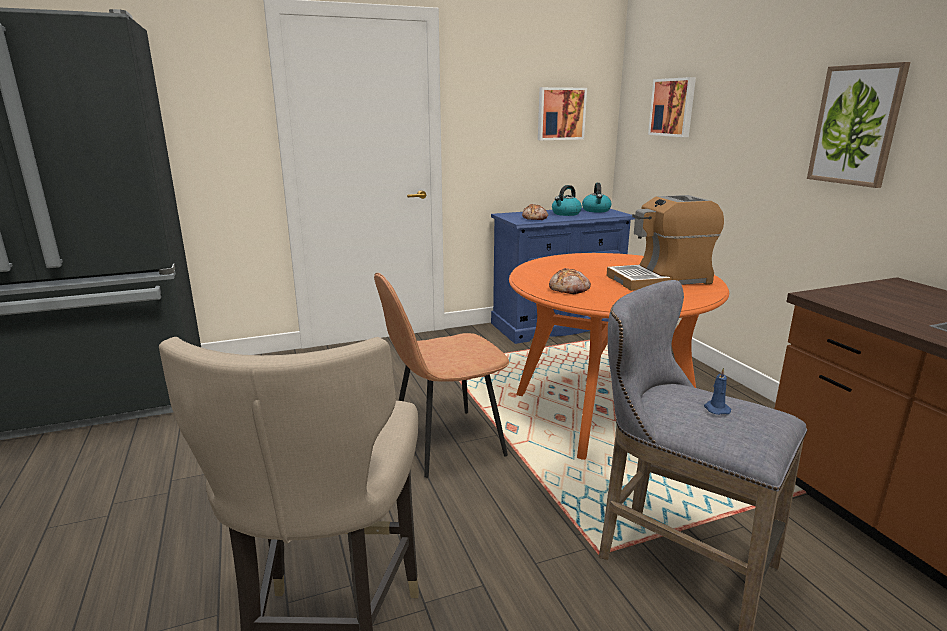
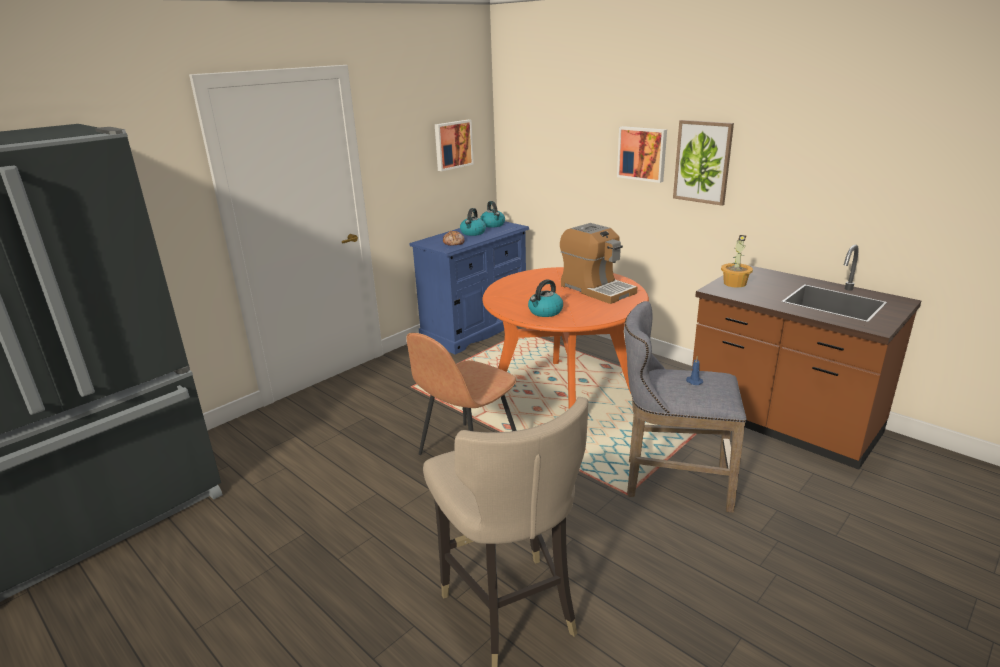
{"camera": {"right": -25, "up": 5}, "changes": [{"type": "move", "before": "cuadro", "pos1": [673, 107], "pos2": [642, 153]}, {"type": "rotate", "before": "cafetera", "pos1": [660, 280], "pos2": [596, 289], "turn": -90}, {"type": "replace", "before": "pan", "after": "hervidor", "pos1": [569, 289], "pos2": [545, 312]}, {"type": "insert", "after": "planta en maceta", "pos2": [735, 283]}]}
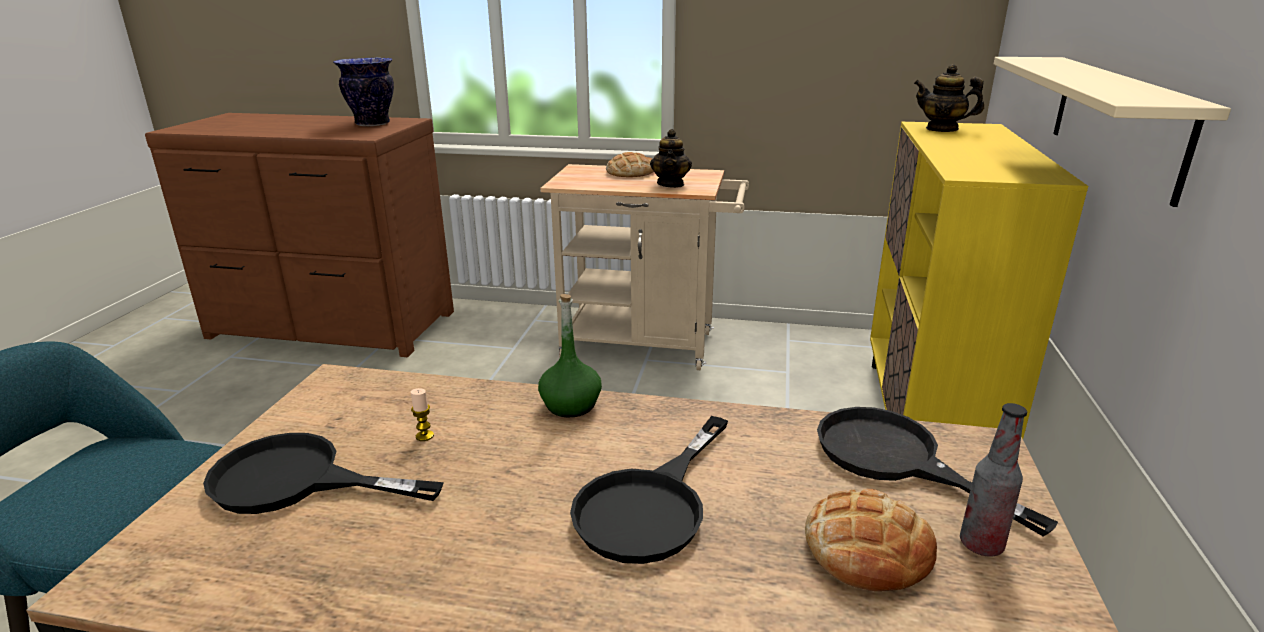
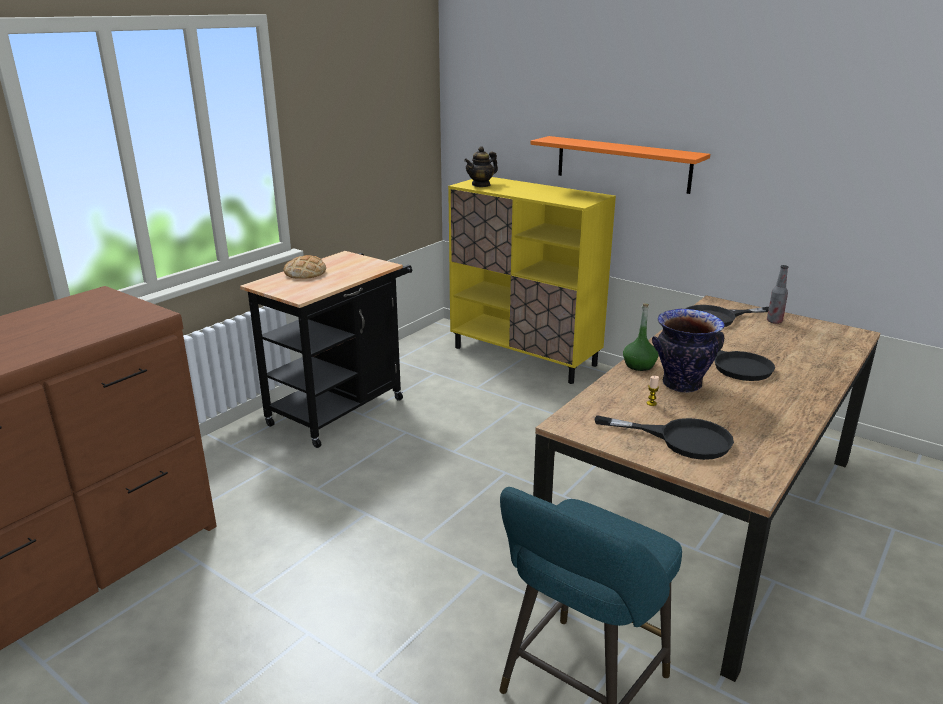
{"camera": {"right": -65, "up": 0}, "changes": [{"type": "move", "before": "florero", "pos1": [372, 124], "pos2": [682, 385]}, {"type": "recolor", "before": "estante [beis]", "after": "estante [naranja]", "pos1": [1116, 121], "pos2": [622, 164]}, {"type": "delete", "before": "tetera", "pos1": [671, 184]}, {"type": "recolor", "before": "carrito [beis]", "after": "carrito [negro]", "pos1": [648, 345], "pos2": [342, 408]}, {"type": "rotate", "before": "sartén [negro]", "pos1": [297, 481], "pos2": [681, 439], "turn": -105}, {"type": "delete", "before": "pan", "pos1": [867, 549]}]}
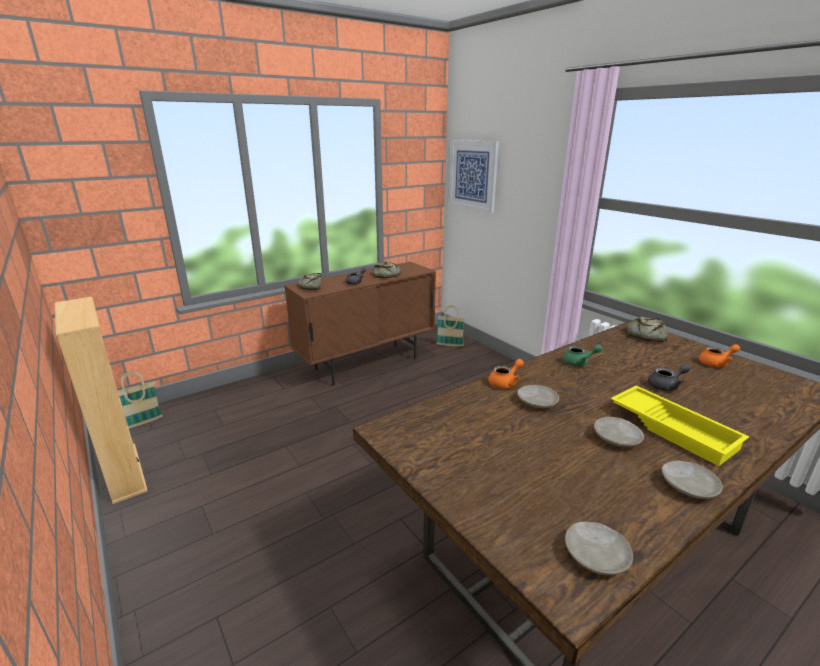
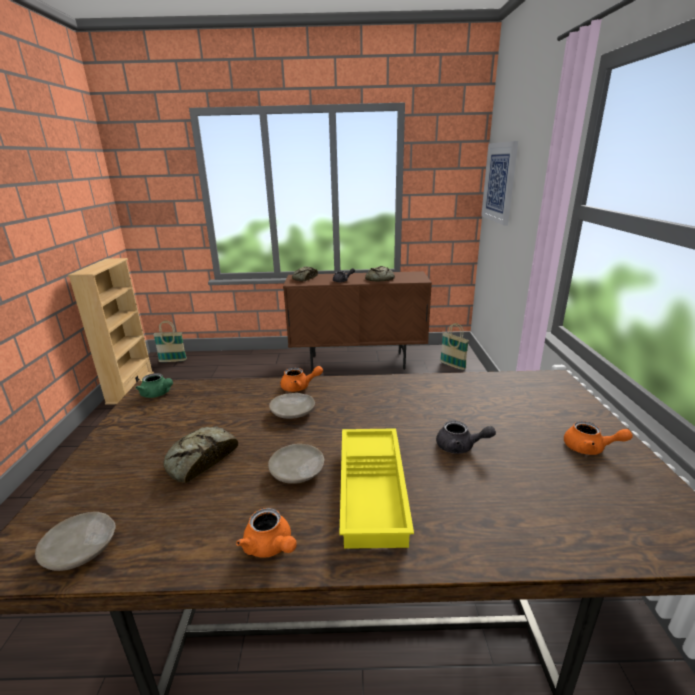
{"camera": {"right": 35, "up": 0}, "changes": [{"type": "move", "before": "pan", "pos1": [645, 335], "pos2": [200, 459]}, {"type": "move", "before": "tetera [verde]", "pos1": [579, 362], "pos2": [158, 394]}, {"type": "replace", "before": "plato [beis]", "after": "tetera [naranja]", "pos1": [689, 486], "pos2": [270, 547]}]}
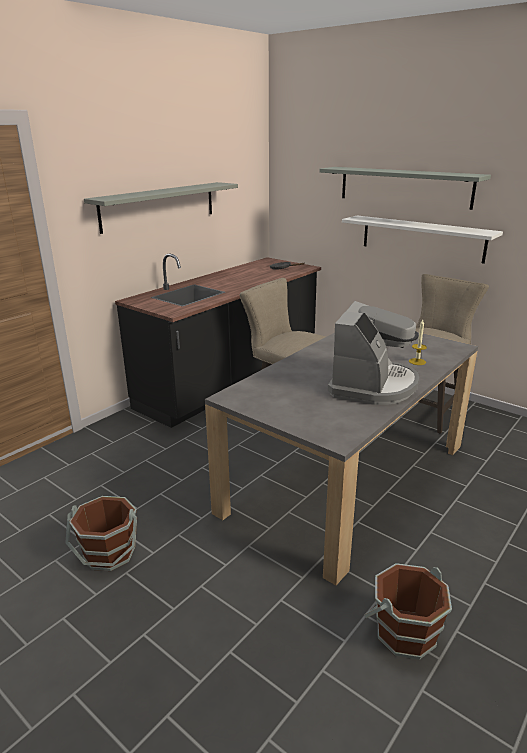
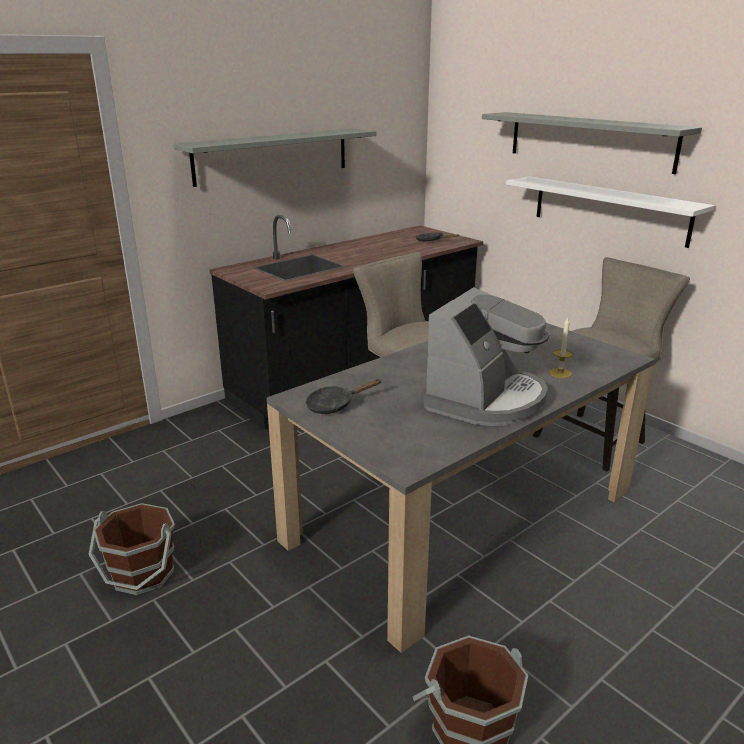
{"camera": {"right": 10, "up": 0}, "changes": [{"type": "insert", "after": "sartén [negro]", "pos2": [334, 405]}]}
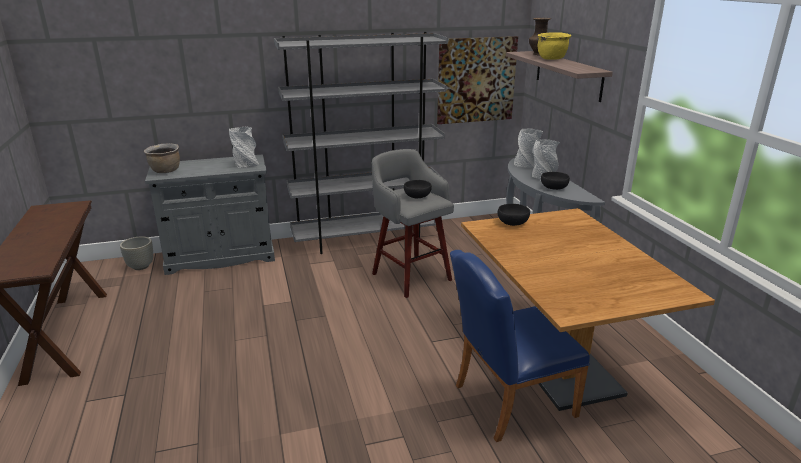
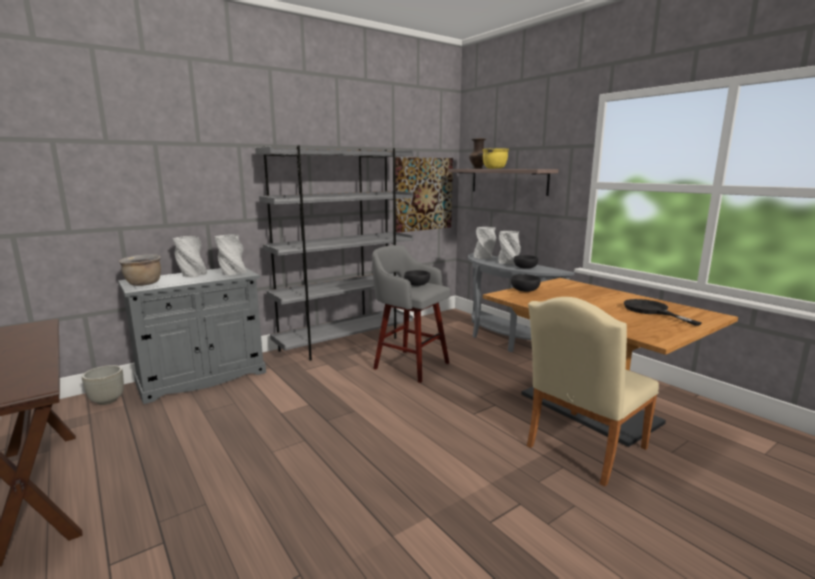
{"camera": {"right": -20, "up": -10}, "changes": [{"type": "recolor", "before": "silla [azul]", "after": "silla [beis]", "pos1": [507, 402], "pos2": [582, 450]}, {"type": "insert", "after": "florero [gris]", "pos2": [192, 275]}, {"type": "insert", "after": "sartén [negro]", "pos2": [651, 311]}]}
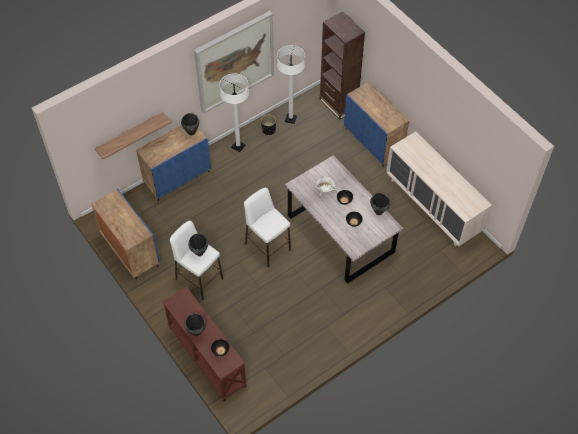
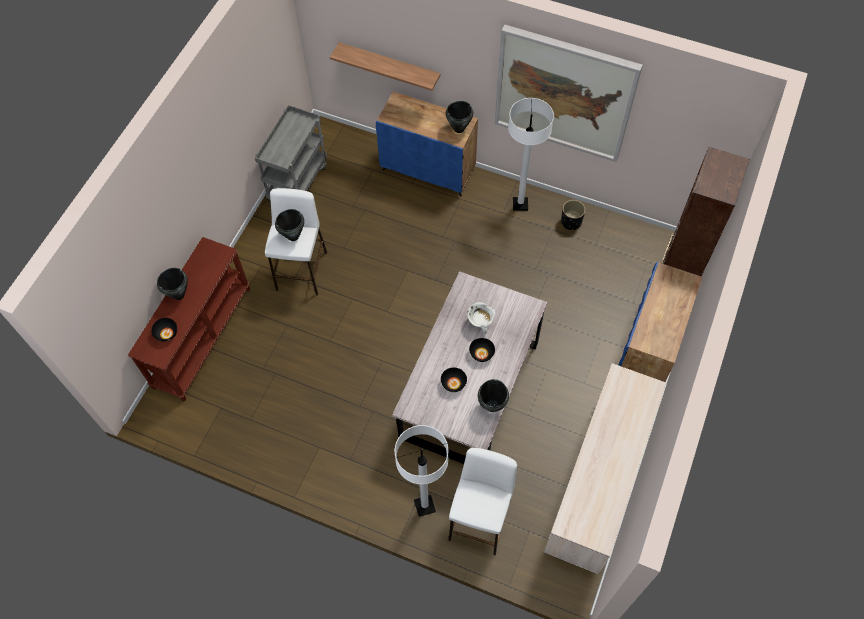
{"camera": {"right": 60, "up": 5}, "changes": [{"type": "move", "before": "lámpara de pie [blanco]", "pos1": [290, 119], "pos2": [424, 506]}, {"type": "move", "before": "taburete [blanco]", "pos1": [267, 247], "pos2": [480, 519]}, {"type": "replace", "before": "armario [azul]", "after": "carrito [gris]", "pos1": [130, 250], "pos2": [297, 182]}]}
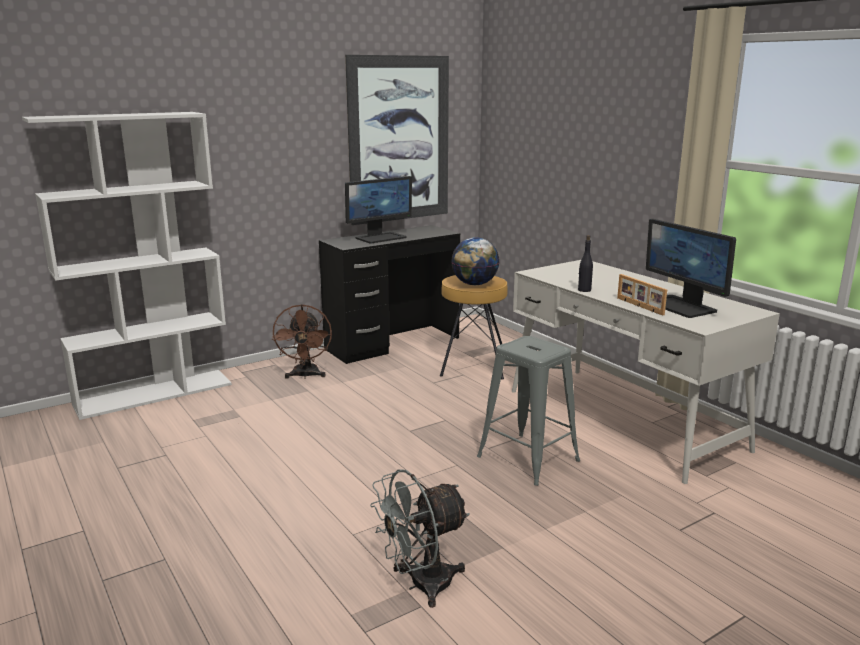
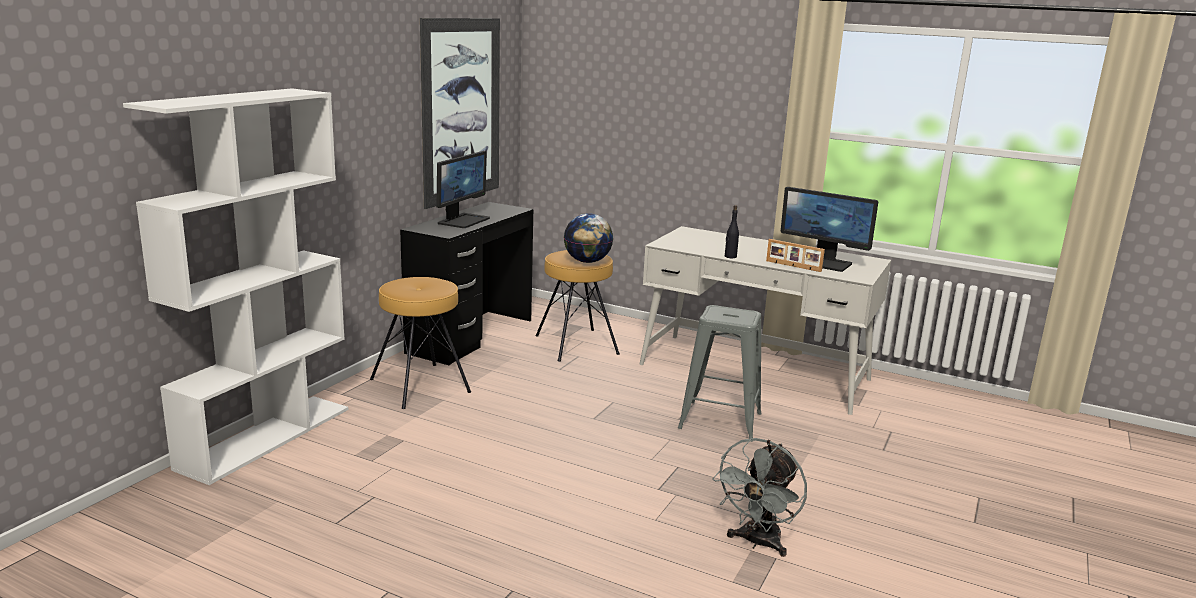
{"camera": {"right": -30, "up": 0}, "changes": [{"type": "replace", "before": "ventilador [marrón]", "after": "taburete [marrón]", "pos1": [305, 376], "pos2": [420, 385]}]}
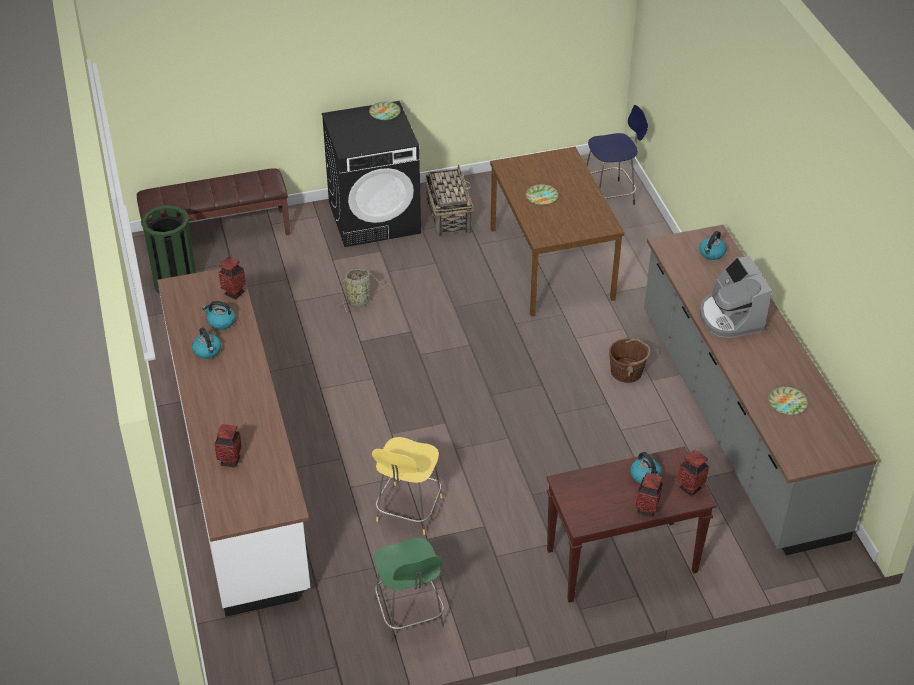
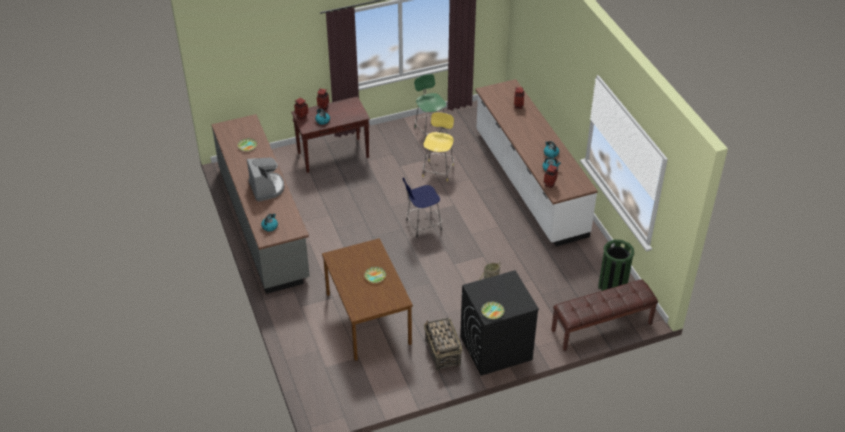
{"camera": {"right": 175, "up": 0}, "changes": [{"type": "move", "before": "taburete [azul]", "pos1": [609, 195], "pos2": [422, 225]}, {"type": "delete", "before": "cubo [marrón]", "pos1": [627, 371]}]}
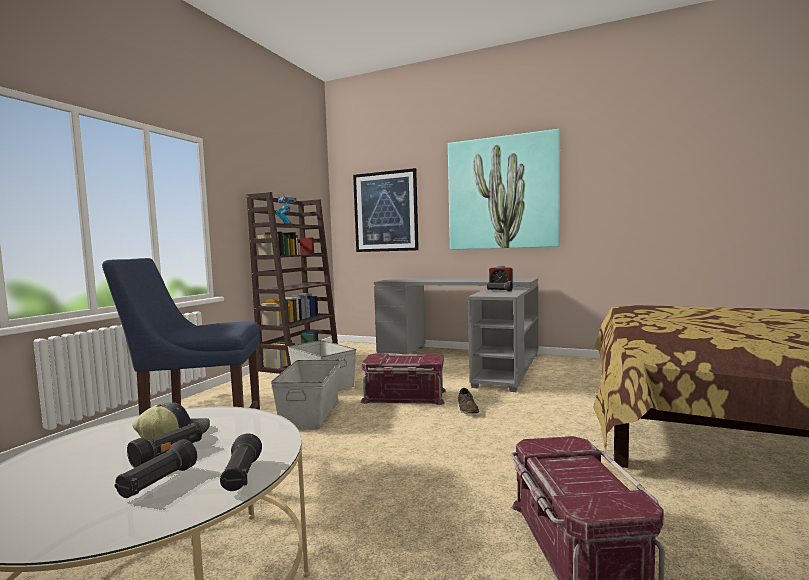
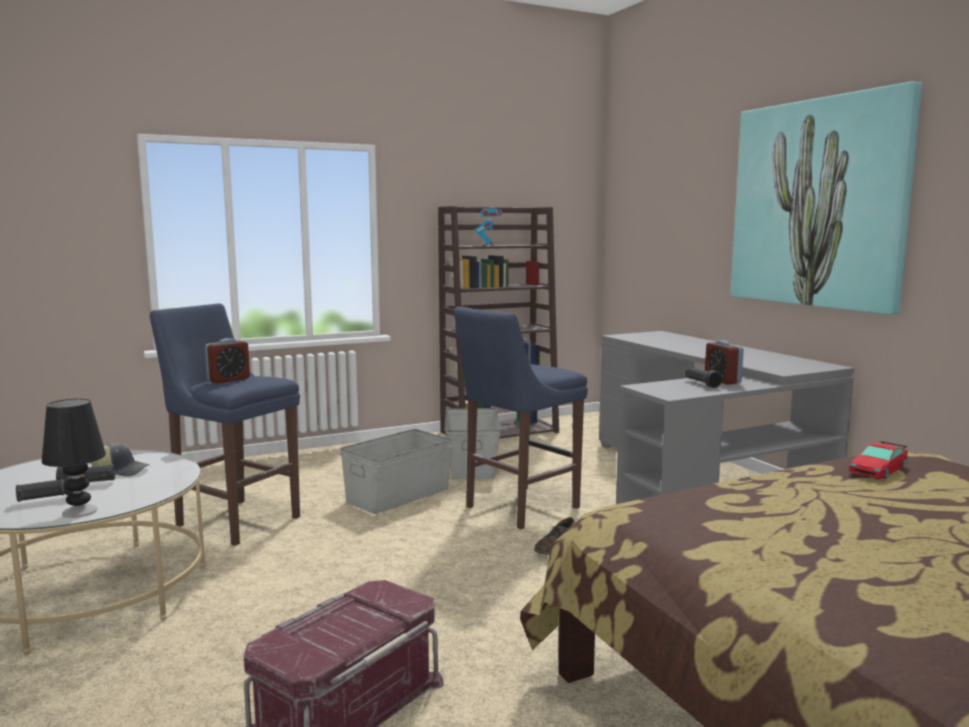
{"camera": {"right": 40, "up": 5}, "changes": [{"type": "delete", "before": "cuadro", "pos1": [385, 211]}, {"type": "replace", "before": "caja de almacenaje [rojo]", "after": "taburete [azul]", "pos1": [404, 397], "pos2": [517, 508]}, {"type": "replace", "before": "linterna [negro]", "after": "lámpara de mesa [negro]", "pos1": [241, 476], "pos2": [79, 512]}, {"type": "insert", "after": "despertador", "pos2": [228, 380]}, {"type": "insert", "after": "coche de juguete", "pos2": [877, 470]}]}
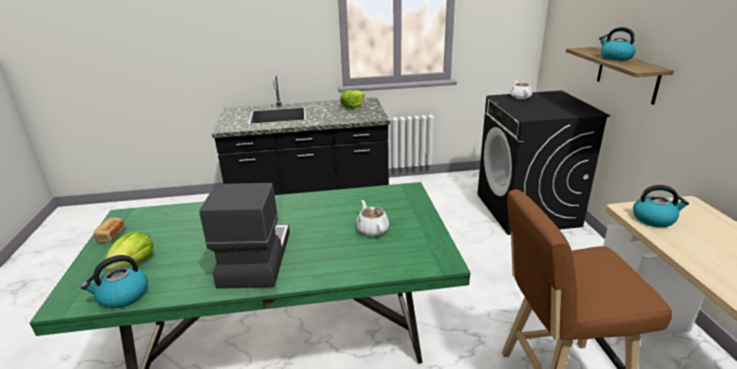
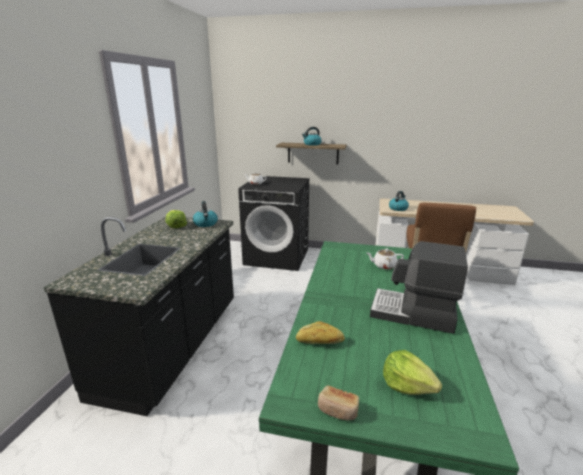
{"camera": {"right": -70, "up": -5}, "changes": [{"type": "move", "before": "hervidor", "pos1": [123, 296], "pos2": [206, 224]}, {"type": "insert", "after": "pan", "pos2": [319, 341]}]}
